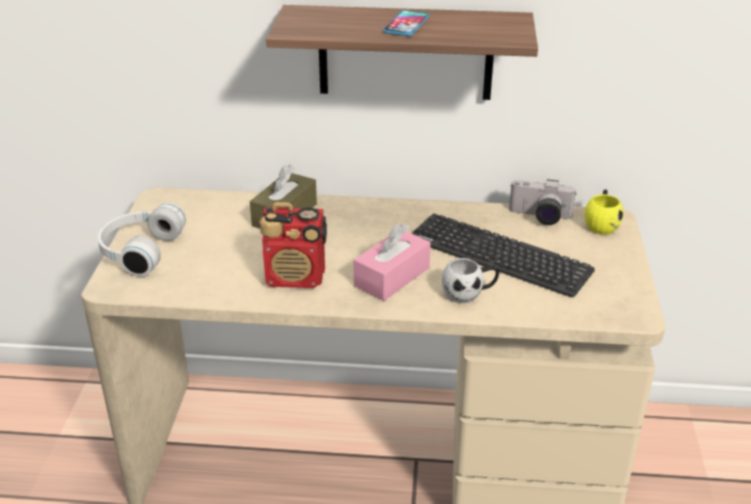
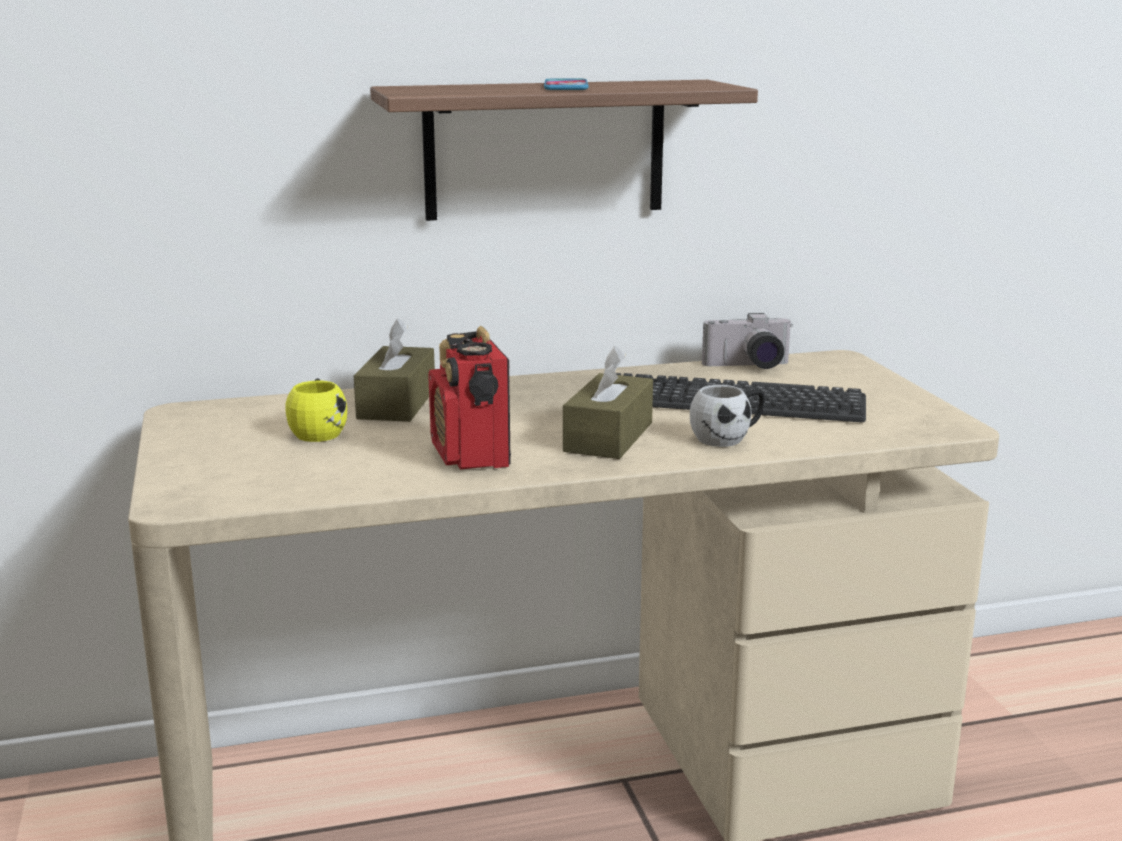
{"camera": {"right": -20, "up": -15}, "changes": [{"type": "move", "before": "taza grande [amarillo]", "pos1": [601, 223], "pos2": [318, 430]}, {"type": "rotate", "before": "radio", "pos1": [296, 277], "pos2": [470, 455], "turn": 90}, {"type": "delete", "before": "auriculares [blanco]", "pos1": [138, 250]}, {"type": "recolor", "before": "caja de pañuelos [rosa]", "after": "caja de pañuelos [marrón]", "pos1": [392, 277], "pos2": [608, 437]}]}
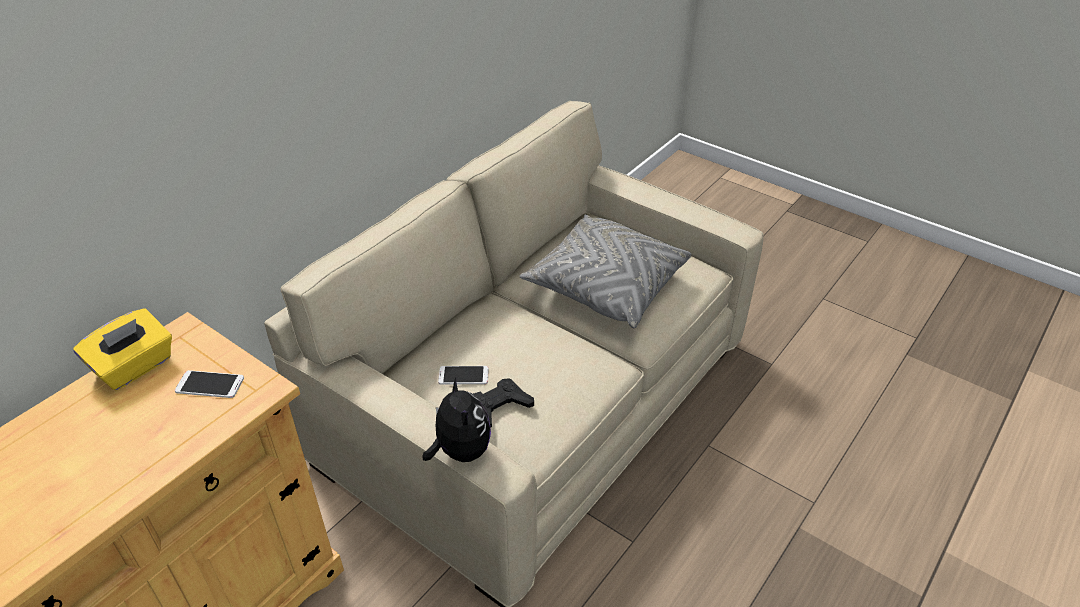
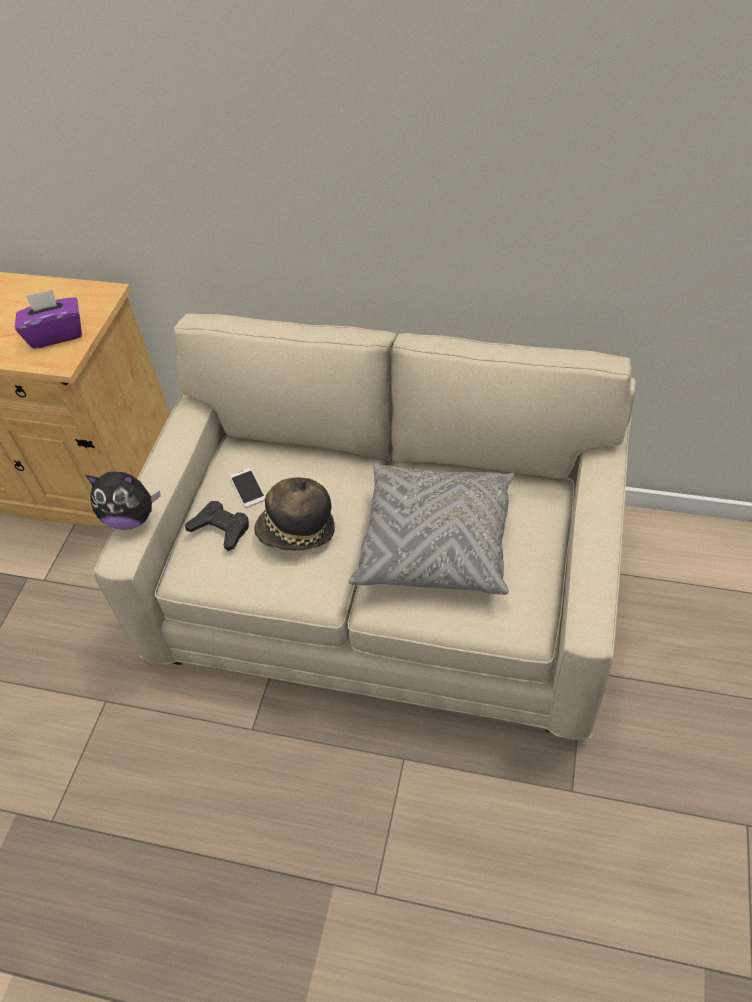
{"camera": {"right": 70, "up": 10}, "changes": [{"type": "delete", "before": "caja de pañuelos [amarillo]", "pos1": [135, 367]}, {"type": "replace", "before": "móvil", "after": "caja de pañuelos [morado]", "pos1": [210, 385], "pos2": [56, 334]}, {"type": "rotate", "before": "peluche", "pos1": [460, 451], "pos2": [131, 517], "turn": 45}, {"type": "insert", "after": "sombrero", "pos2": [297, 531]}]}
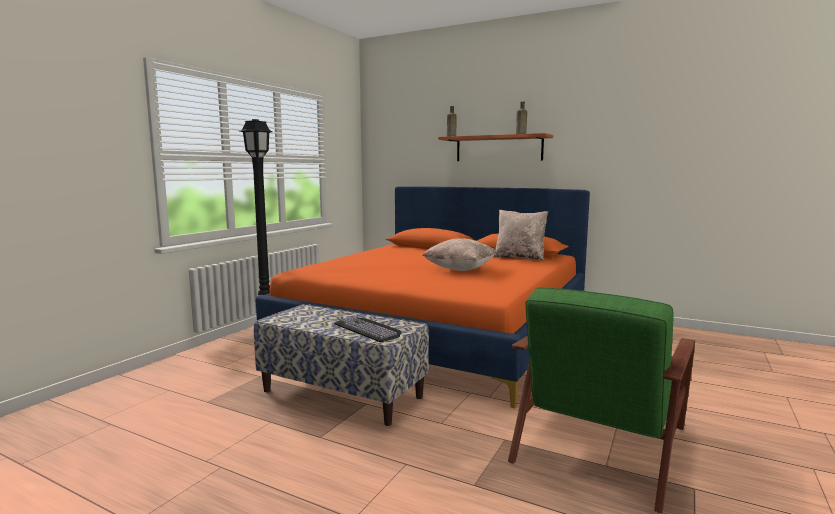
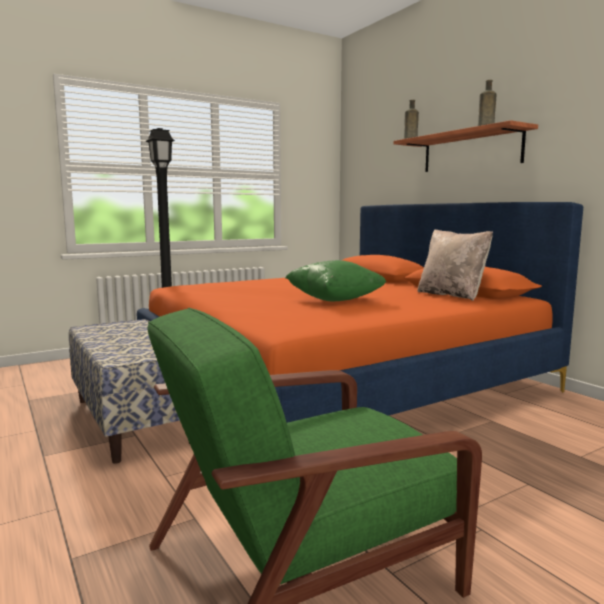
{"camera": {"right": 30, "up": 0}, "changes": [{"type": "recolor", "before": "cojín [beis]", "after": "cojín [verde]", "pos1": [460, 269], "pos2": [334, 300]}, {"type": "delete", "before": "teclado", "pos1": [370, 329]}]}
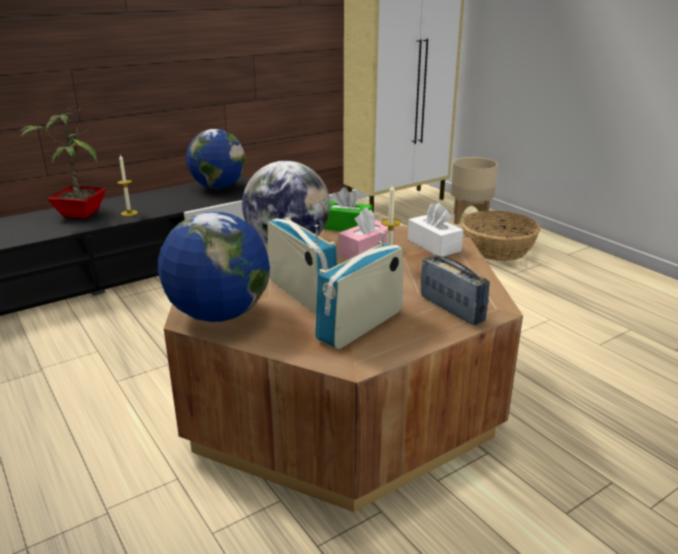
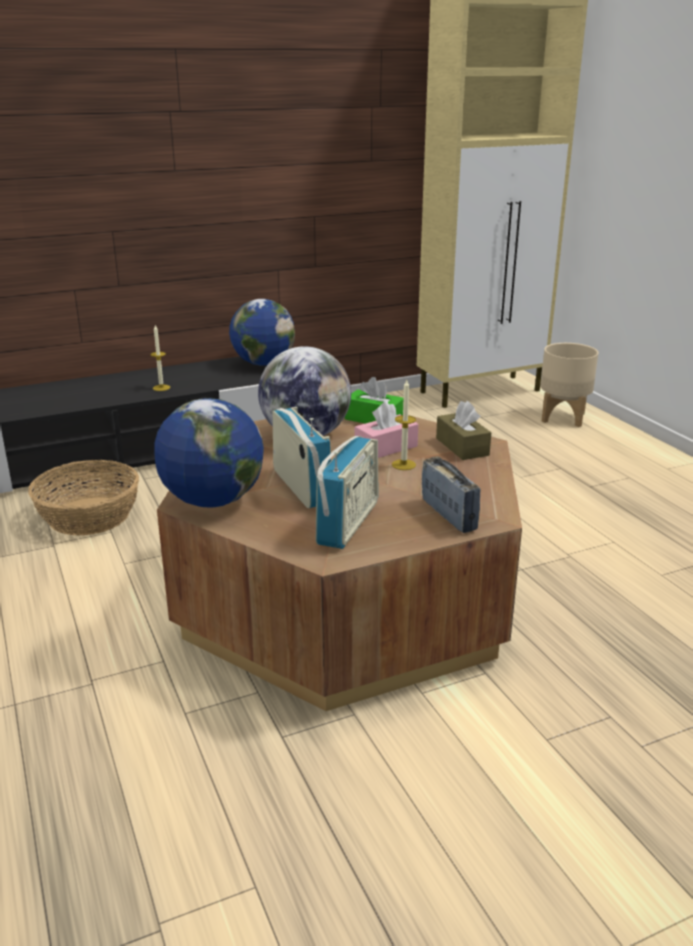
{"camera": {"right": 10, "up": 0}, "changes": [{"type": "delete", "before": "planta en maceta", "pos1": [79, 214]}, {"type": "recolor", "before": "caja de pañuelos [blanco]", "after": "caja de pañuelos [marrón]", "pos1": [434, 245], "pos2": [462, 447]}, {"type": "move", "before": "cesta", "pos1": [497, 249], "pos2": [89, 515]}, {"type": "rotate", "before": "radio", "pos1": [361, 325], "pos2": [348, 523], "turn": 150}]}
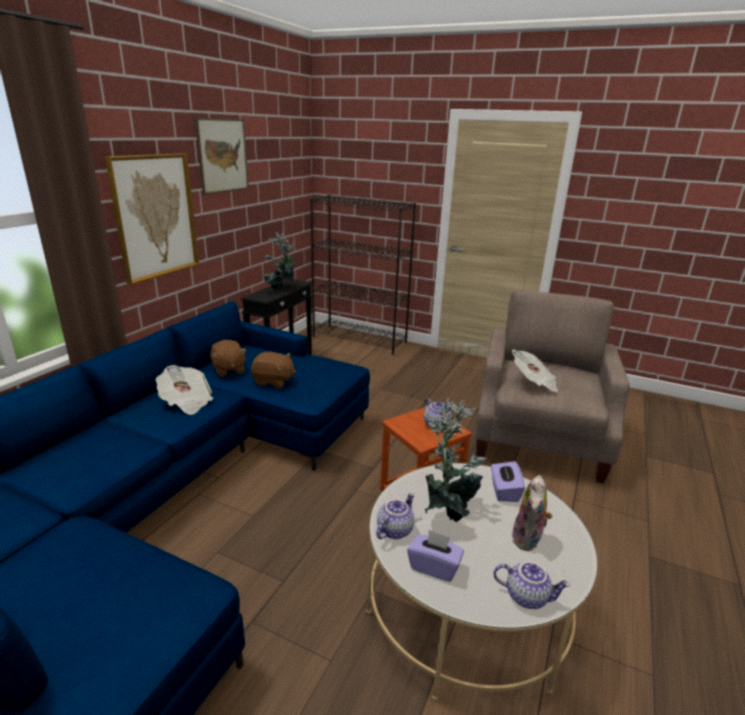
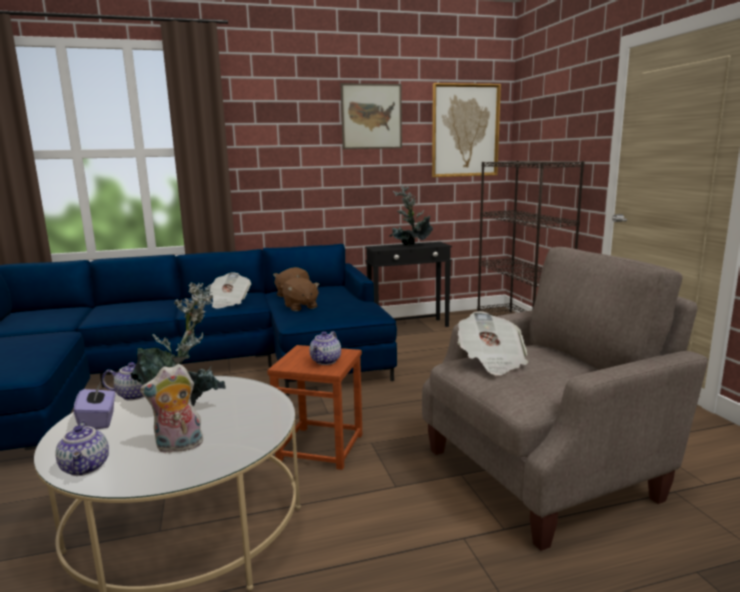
{"camera": {"right": 50, "up": -10}, "changes": [{"type": "move", "before": "cuadro", "pos1": [155, 216], "pos2": [465, 131]}, {"type": "delete", "before": "caja de pañuelos [morado]", "pos1": [504, 491]}]}
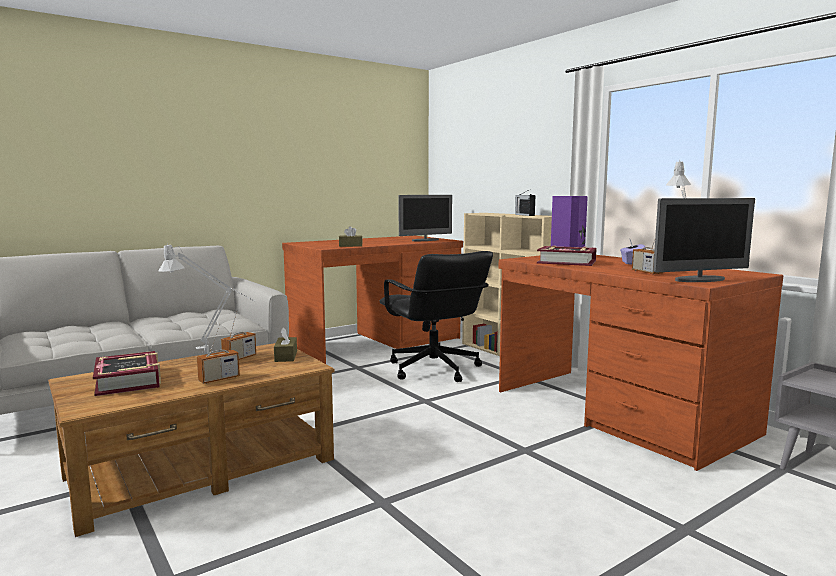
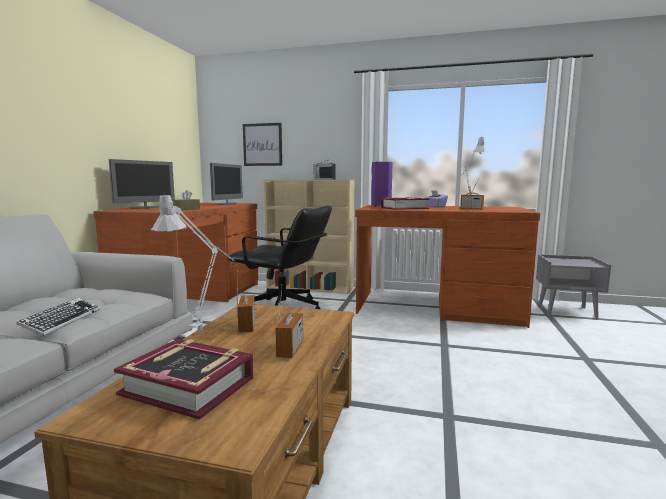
{"camera": {"right": -40, "up": 0}, "changes": [{"type": "move", "before": "monitor", "pos1": [700, 280], "pos2": [146, 208]}, {"type": "delete", "before": "caja de pañuelos [marrón]", "pos1": [286, 356]}, {"type": "insert", "after": "cuadro", "pos2": [262, 144]}, {"type": "insert", "after": "teclado", "pos2": [62, 321]}]}
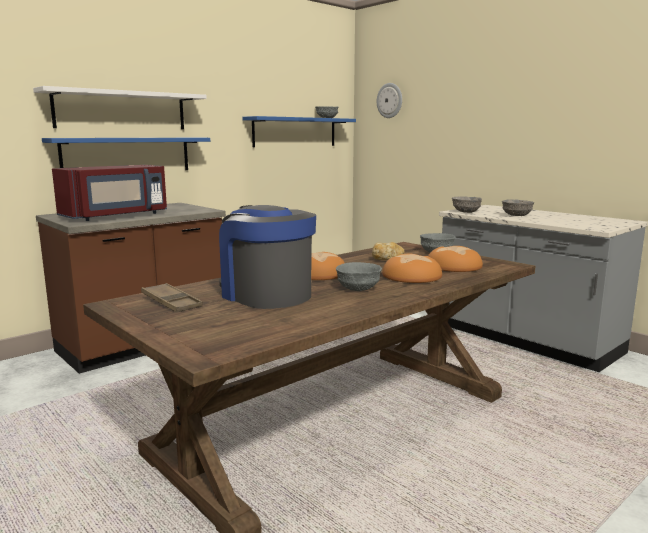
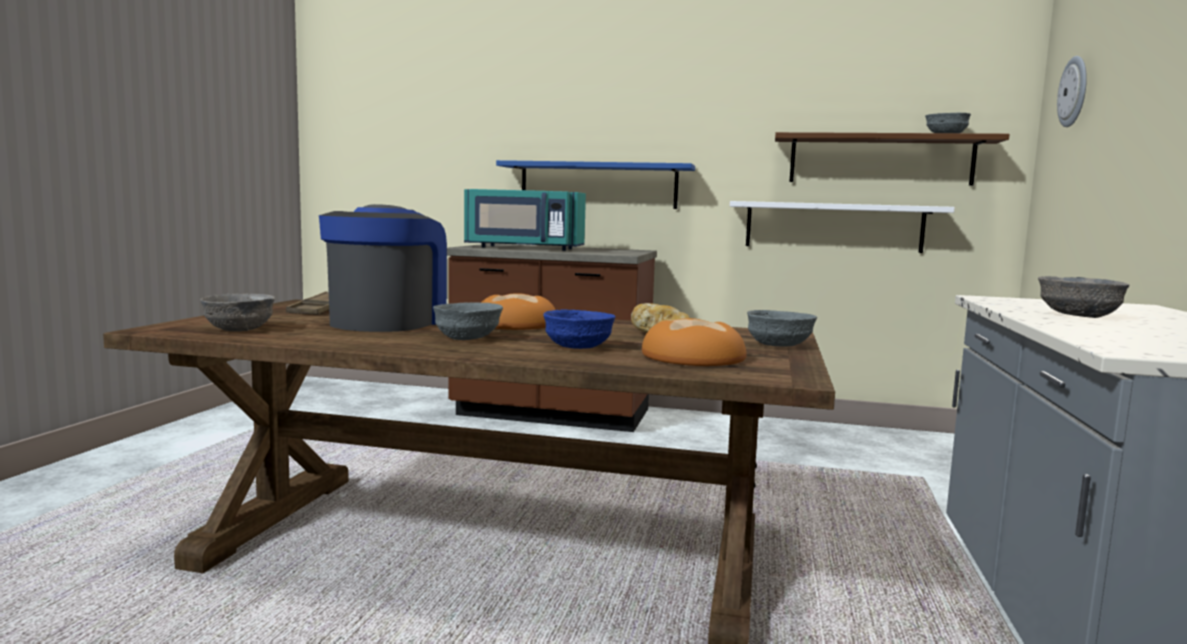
{"camera": {"right": 55, "up": -5}, "changes": [{"type": "move", "before": "estante [blanco]", "pos1": [121, 110], "pos2": [833, 226]}, {"type": "recolor", "before": "estante [azul]", "after": "estante [marrón]", "pos1": [295, 132], "pos2": [880, 160]}, {"type": "recolor", "before": "microondas [rojo]", "after": "microondas [turquesa]", "pos1": [116, 216], "pos2": [524, 248]}, {"type": "move", "before": "cuenco [gris]", "pos1": [466, 212], "pos2": [240, 329]}, {"type": "replace", "before": "pan", "after": "cuenco [azul]", "pos1": [411, 276], "pos2": [577, 348]}]}
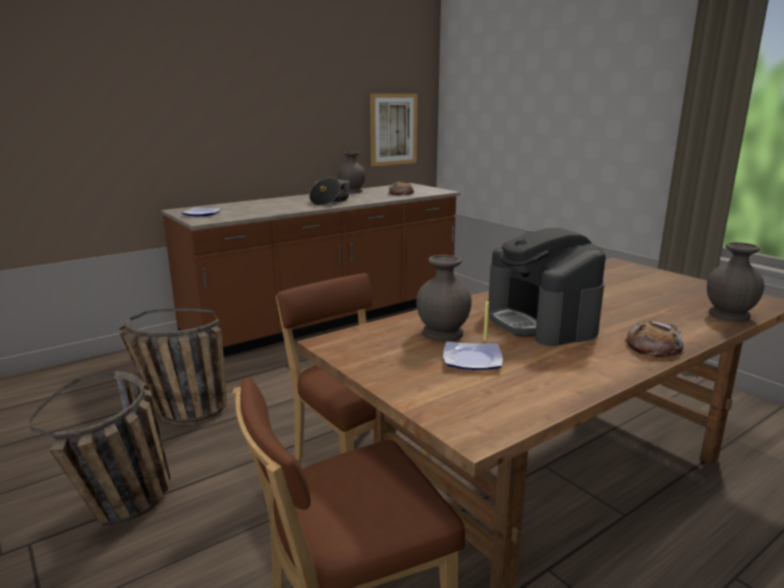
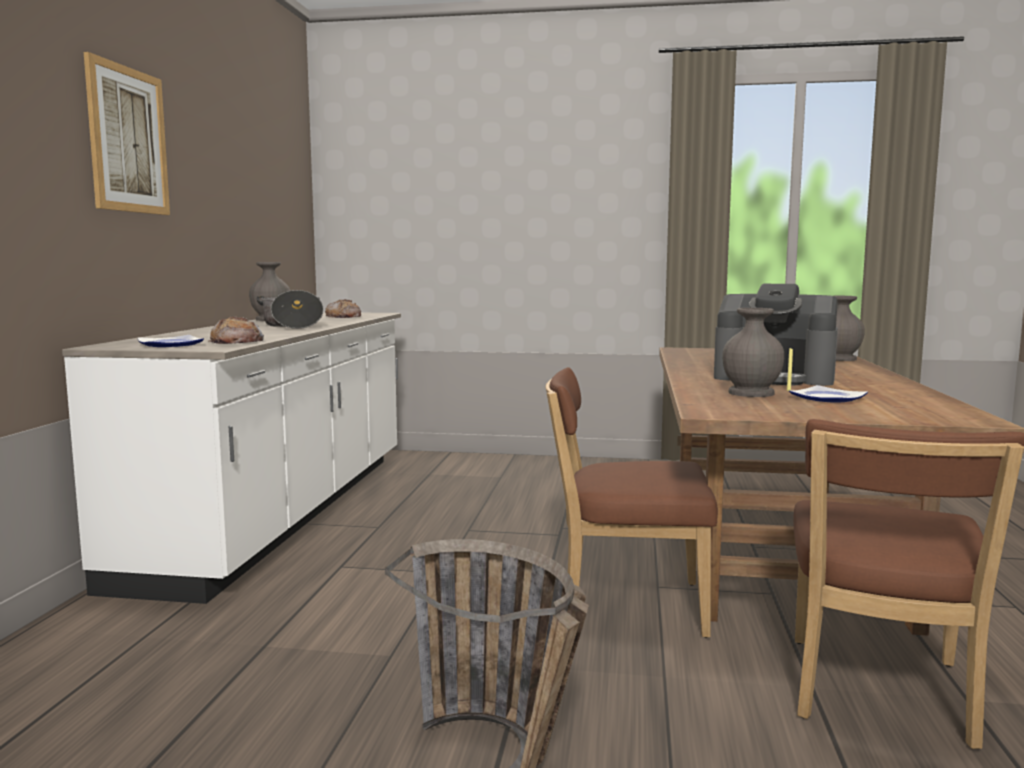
{"camera": {"right": -45, "up": -10}, "changes": [{"type": "move", "before": "cuadro", "pos1": [393, 129], "pos2": [128, 140]}, {"type": "recolor", "before": "mueble bajo de cocina [marrón]", "after": "mueble bajo de cocina [blanco]", "pos1": [327, 319], "pos2": [283, 512]}, {"type": "delete", "before": "cesta", "pos1": [176, 411]}, {"type": "move", "before": "pan", "pos1": [653, 346], "pos2": [237, 341]}]}
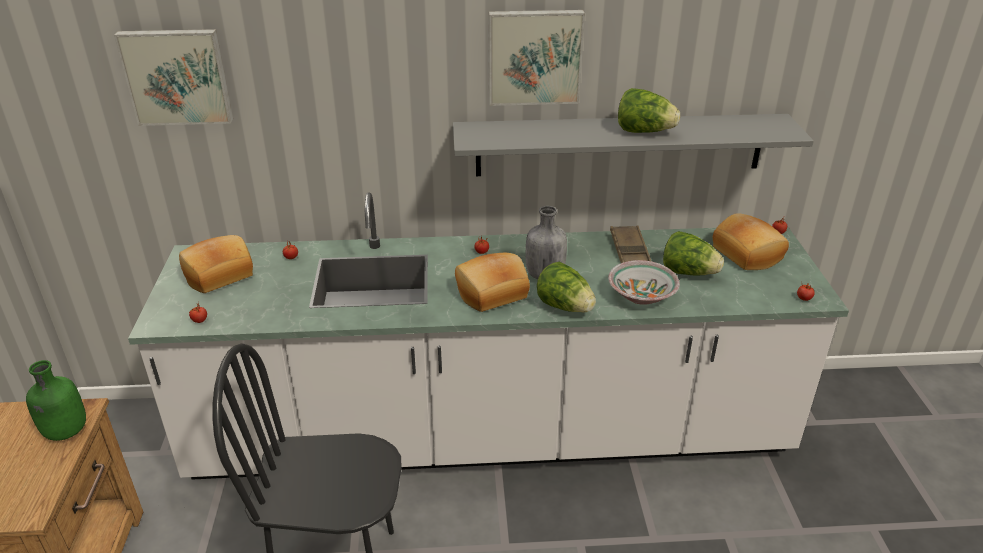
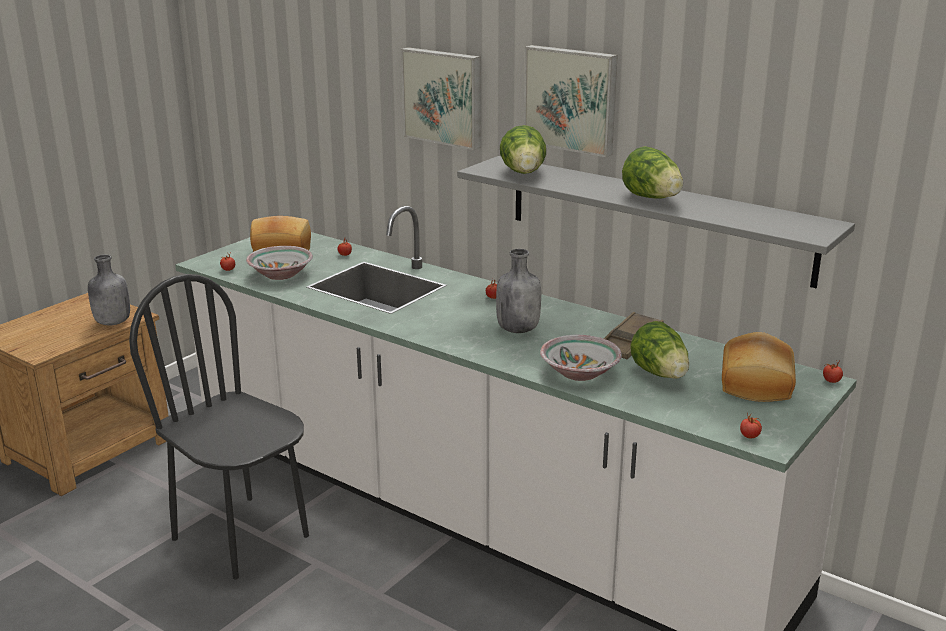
{"camera": {"right": 40, "up": -10}, "changes": [{"type": "move", "before": "cuadro", "pos1": [177, 76], "pos2": [444, 97]}, {"type": "delete", "before": "pan", "pos1": [492, 294]}, {"type": "move", "before": "lechuga", "pos1": [565, 307], "pos2": [524, 174]}, {"type": "recolor", "before": "botella [verde]", "after": "botella [gris]", "pos1": [65, 432], "pos2": [112, 322]}, {"type": "insert", "after": "cuenco", "pos2": [281, 274]}]}
